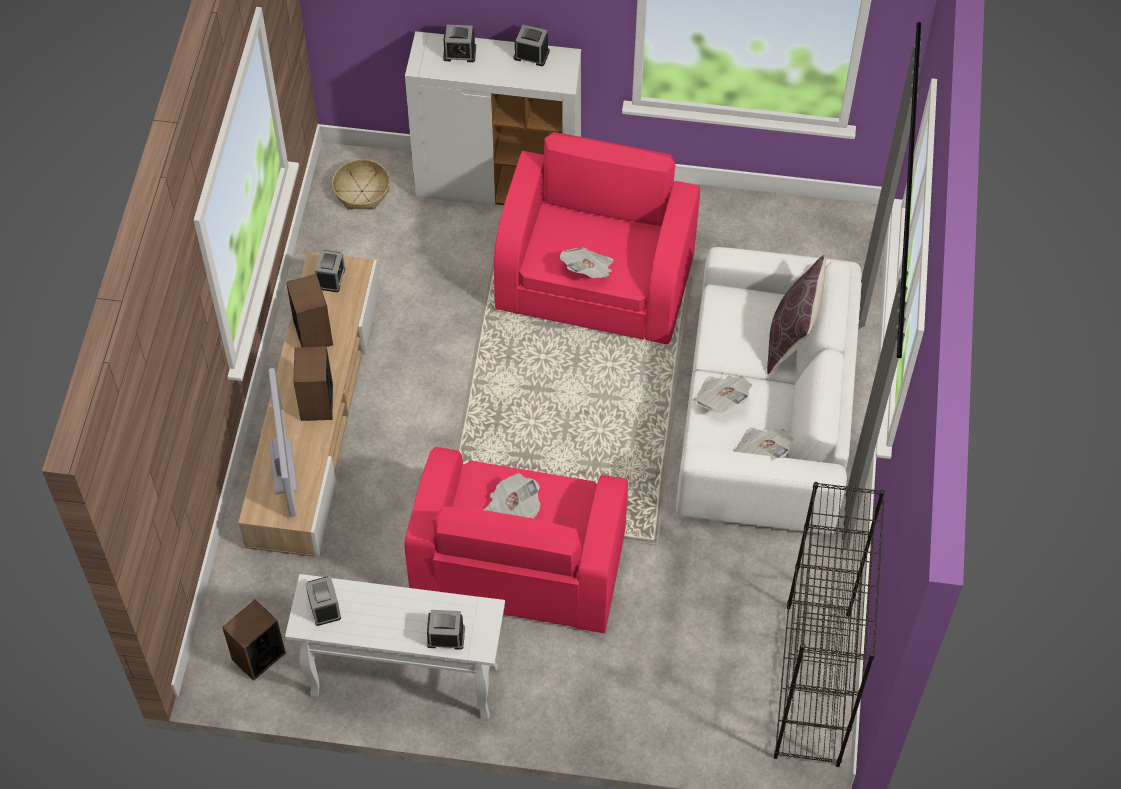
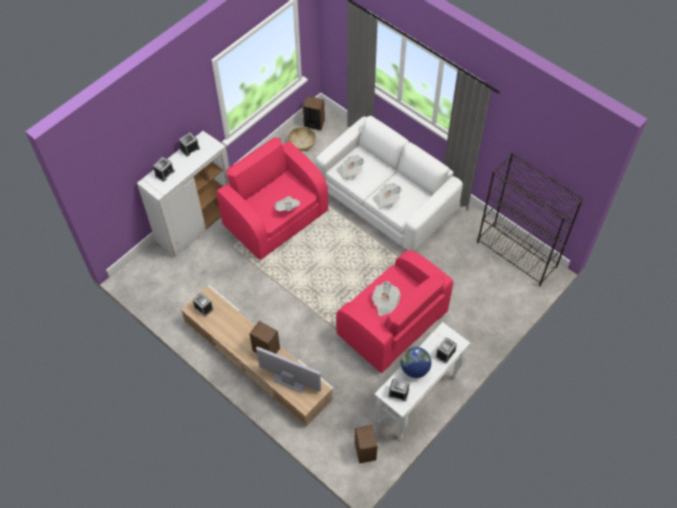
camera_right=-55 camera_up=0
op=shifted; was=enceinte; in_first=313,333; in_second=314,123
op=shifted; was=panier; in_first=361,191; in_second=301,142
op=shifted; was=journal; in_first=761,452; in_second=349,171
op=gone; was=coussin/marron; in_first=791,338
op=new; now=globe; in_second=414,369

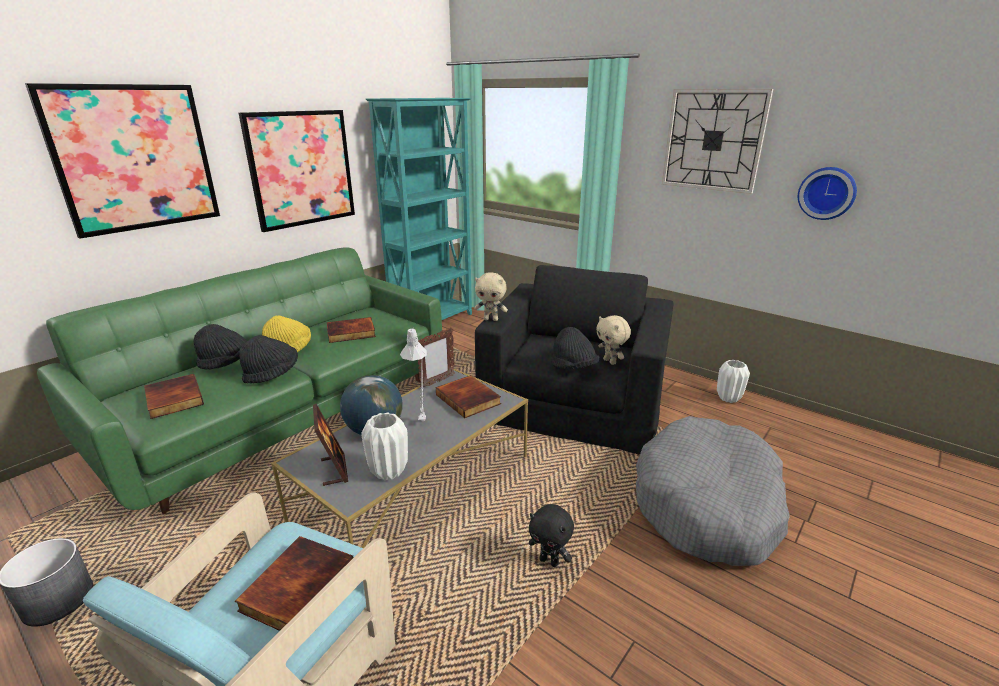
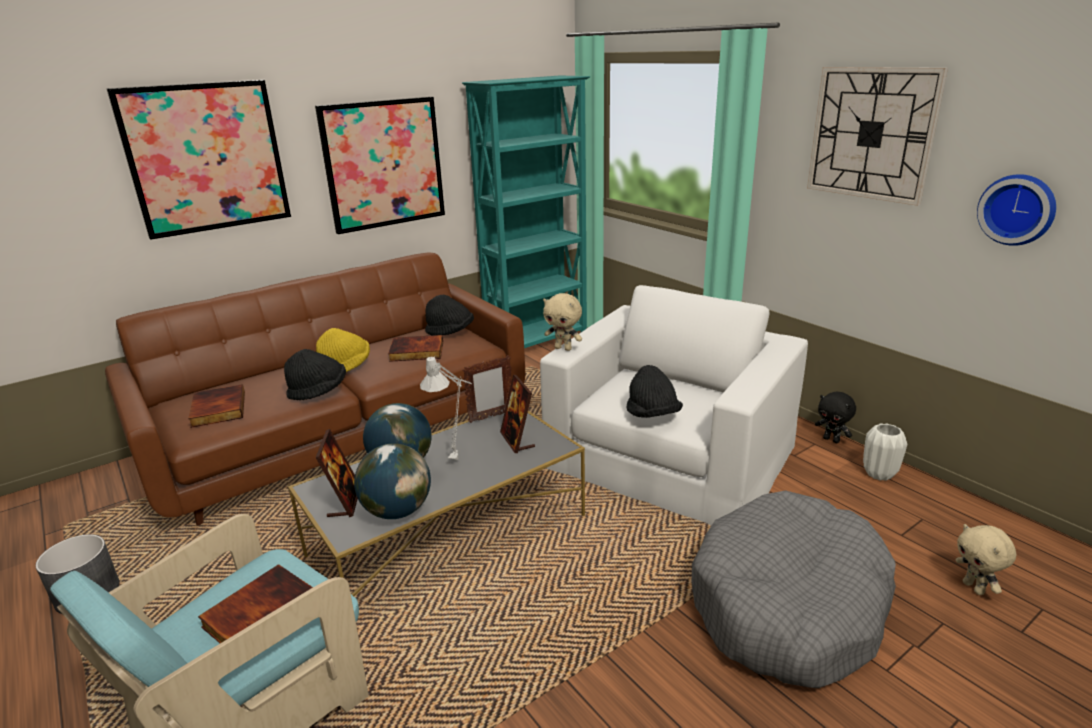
camera_right=15 camera_up=0
op=repainted; was=canapé/vert; now=canapé/marron; in_first=282,411; in_second=341,432
op=shifted; was=chapeau/noir; in_first=226,363; in_second=450,332
op=swapped; was=vase/blanc; now=globe; in_first=388,472; in_second=397,511
op=swapped; was=livre; now=cadre photo; in_first=469,399; in_second=517,440
op=repainted; was=fauteuil/noir; now=fauteuil/blanc; in_first=574,400; in_second=670,455
op=shifted; was=peluche/noir; in_first=549,561; in_second=831,440
op=shifted; was=peluche/beige; in_first=610,361; in_second=974,588

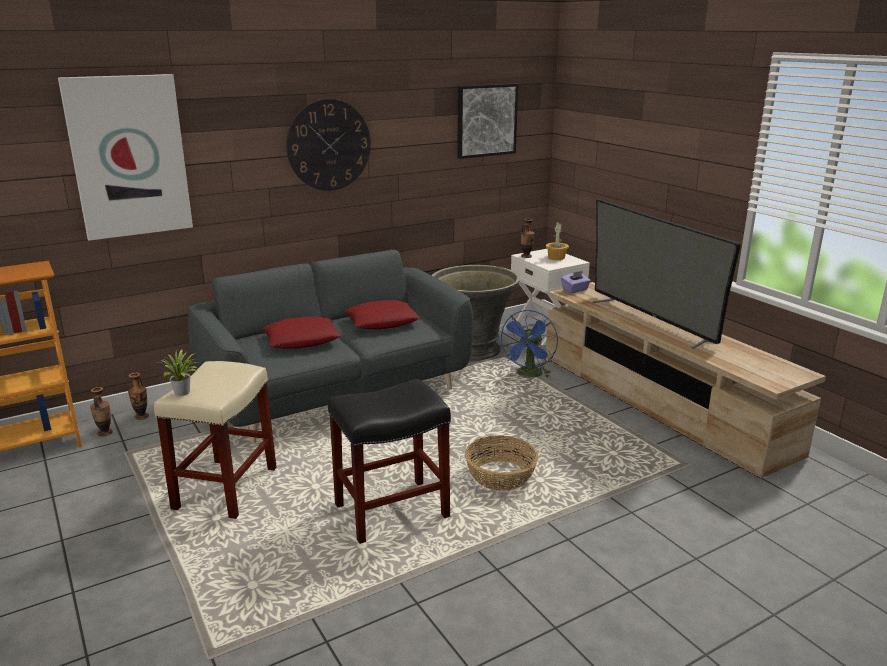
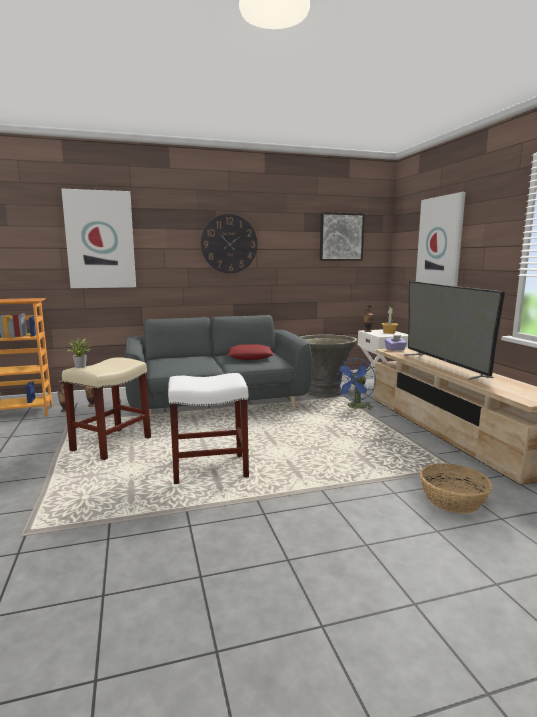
camera_right=15 camera_up=-10
op=gone; was=coussin/rouge; in_first=302,339
op=repainted; was=tabouret/noir; now=tabouret/blanc; in_first=392,510; in_second=210,469
op=shifted; was=panier; in_first=500,476; in_second=453,500
op=new; now=tableau; in_second=440,245

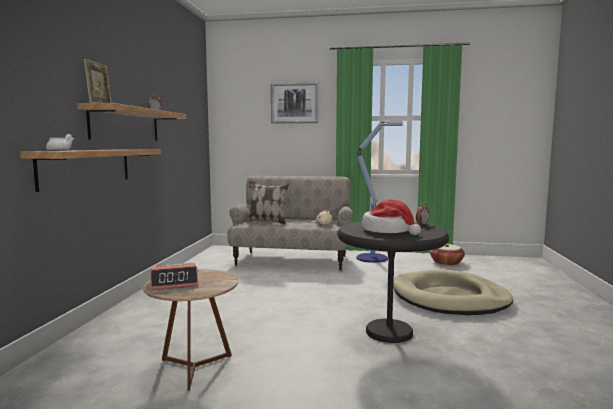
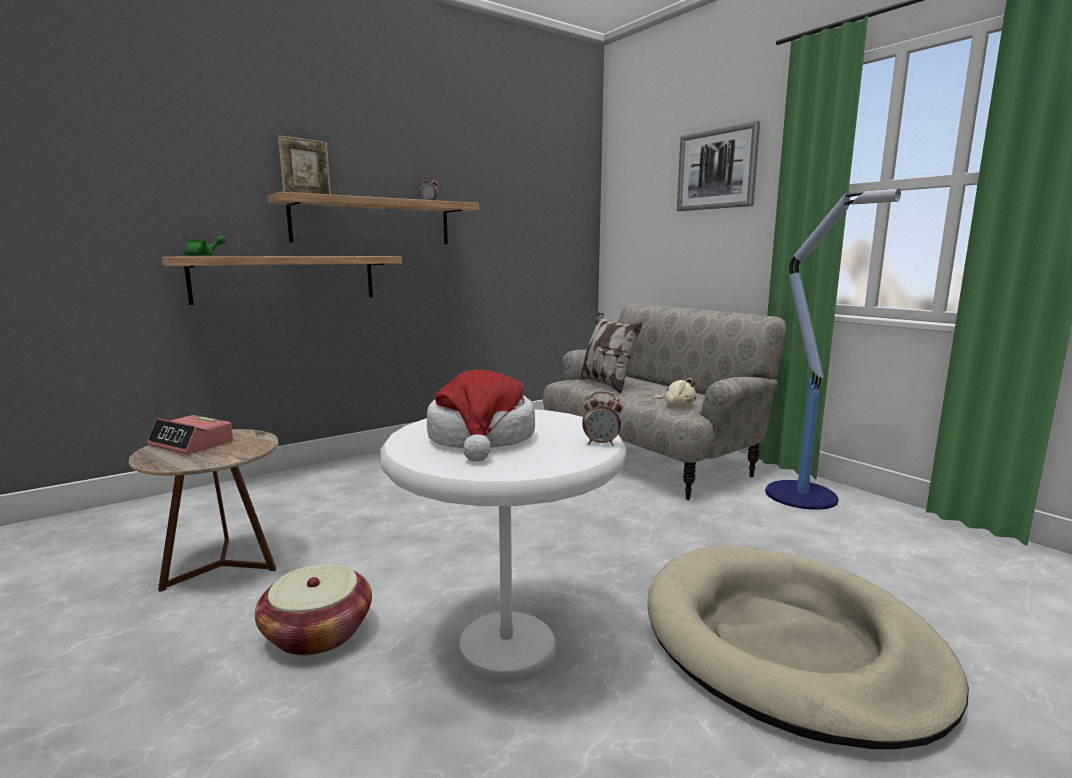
camera_right=45 camera_up=5
op=repainted; was=théière/blanc; now=théière/vert; in_first=61,150; in_second=204,256
op=repainted; was=table d'appoint/noir; now=table d'appoint/blanc; in_first=389,332; in_second=507,649
op=shifted; was=panier; in_first=446,262; in_second=317,633

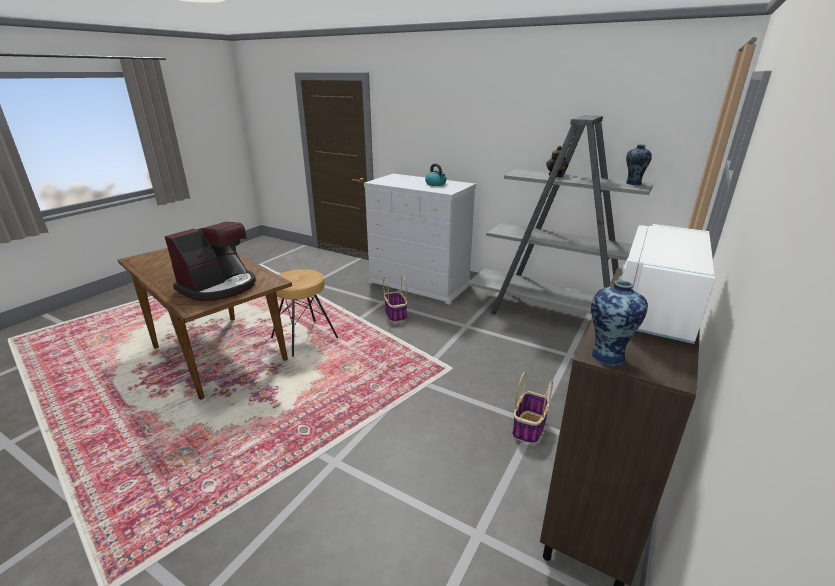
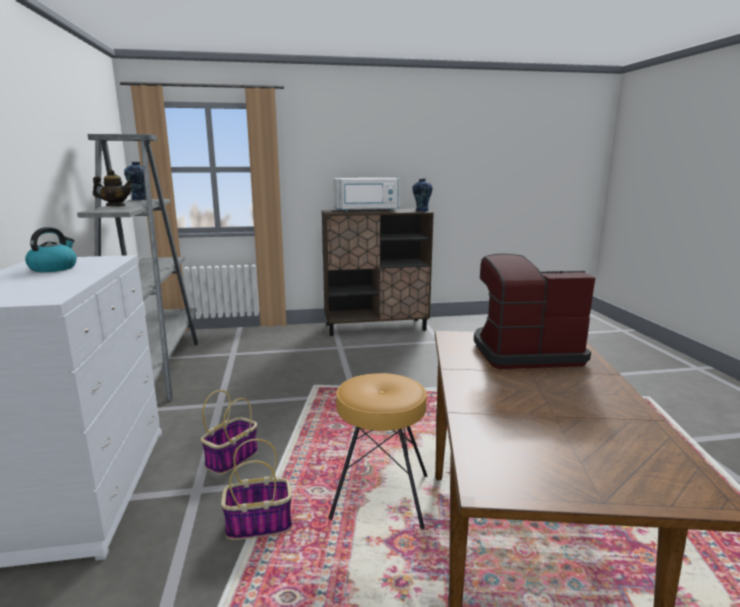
camera_right=-130 camera_up=-10
op=shifted; was=panier; in_first=529,428; in_second=260,524

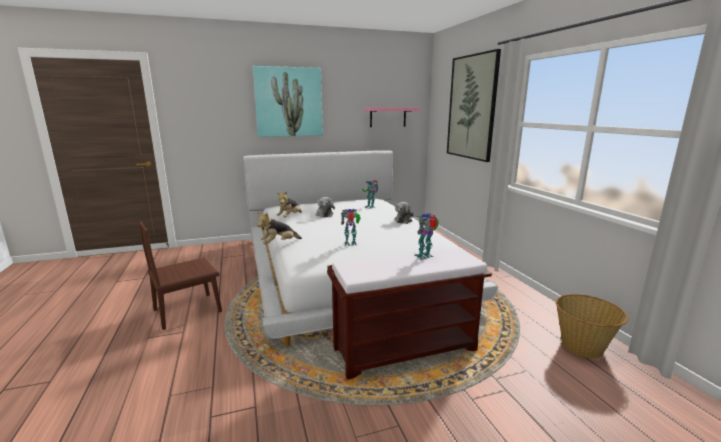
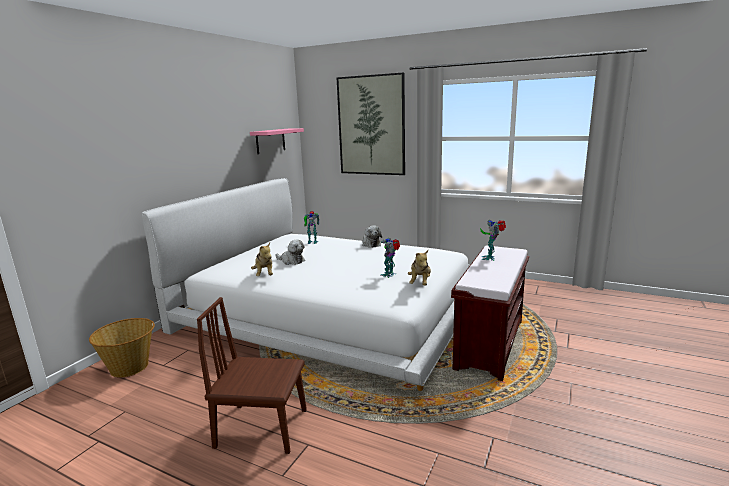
camera_right=-45 camera_up=0
op=rotated; was=chaise/marron; in_first=187,310; in_second=262,428; clockwise=90
op=gone; was=tableau; in_first=288,102
op=shifted; was=peluche; in_first=279,244; in_second=420,283
op=shifted; was=panier; in_first=583,347; in_second=130,367

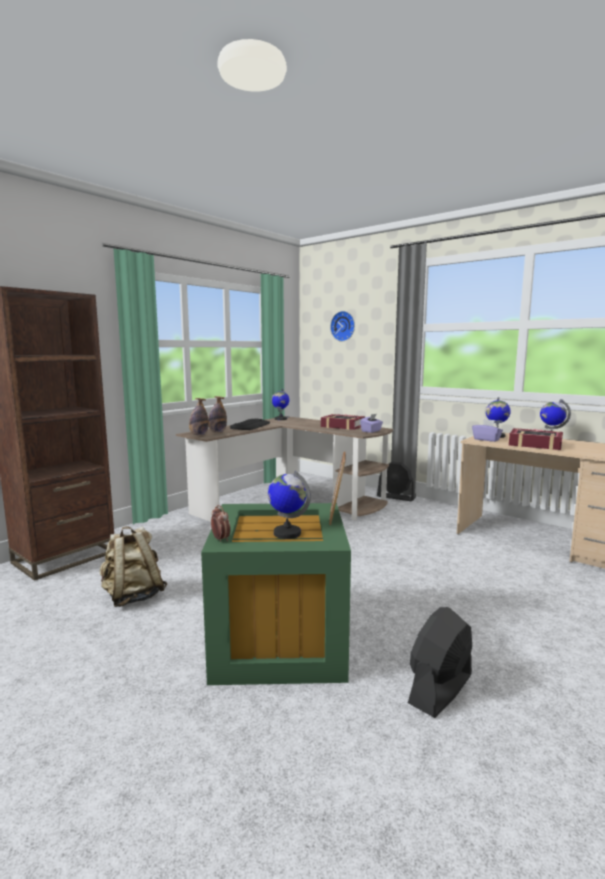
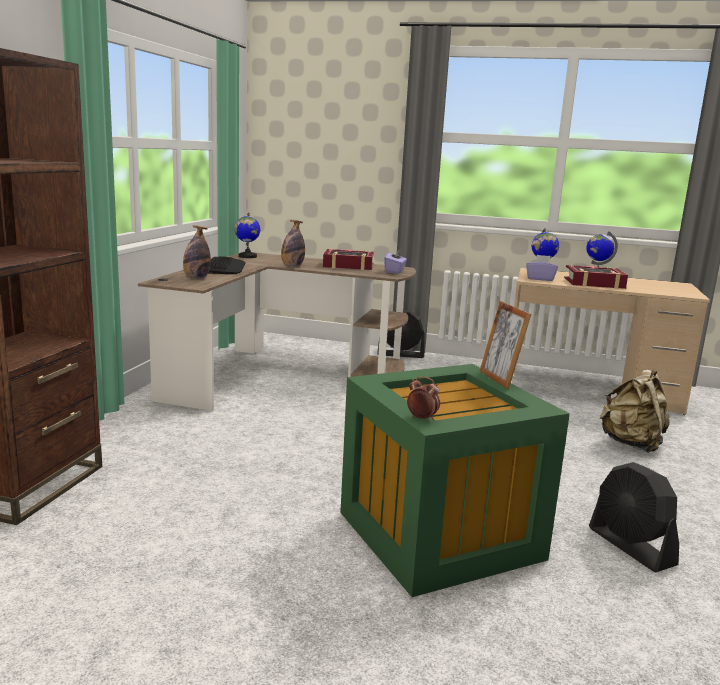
camera_right=-25 camera_up=5
op=shifted; was=sac à dos/beige; in_first=133,596; in_second=631,444
op=shifted; was=bouteille; in_first=199,435; in_second=292,266
op=gone; was=globe; in_first=287,533
op=gone; was=horloge murale; in_first=343,326
op=rotated; was=ventilateur/noir; in_first=440,689; in_second=631,546; clockwise=-45

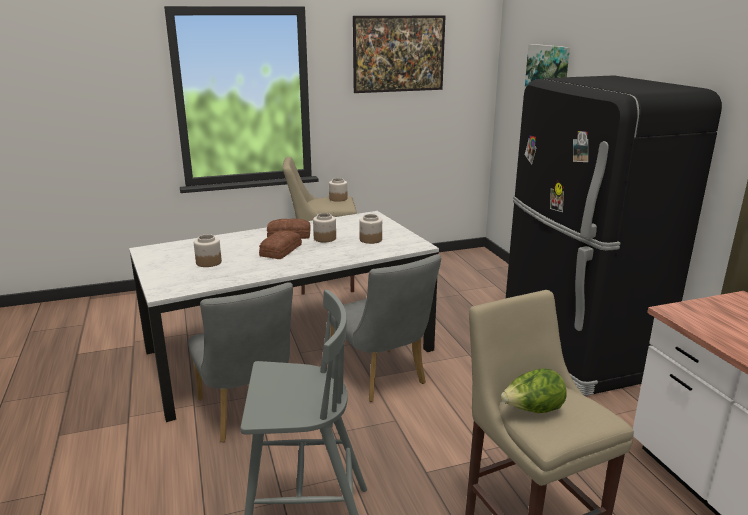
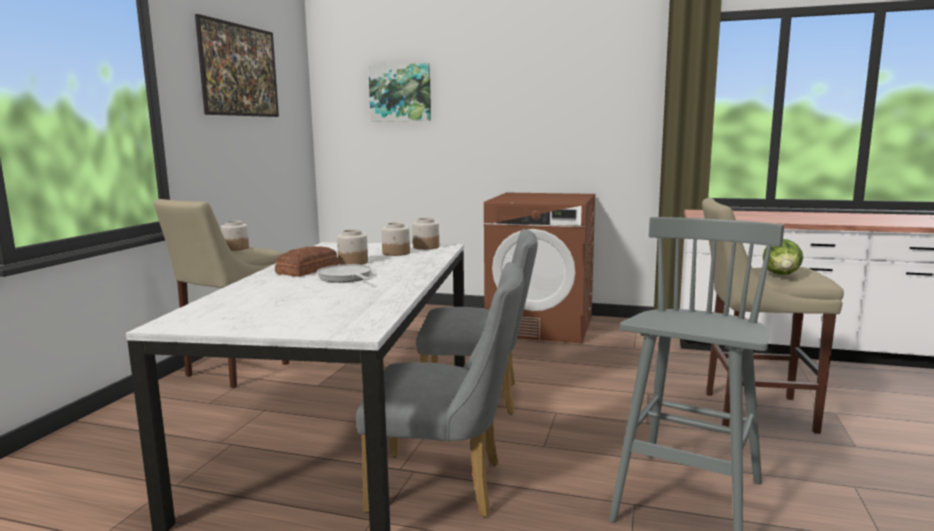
camera_right=-55 camera_up=-10
op=shifted; was=bocal; in_first=208,262; in_second=425,247
op=swapped; was=pain; now=poêle; in_first=279,250; in_second=346,278
op=swapped; was=réfrigérateur/noir; now=lave-linge/marron; in_first=573,351; in_second=541,326

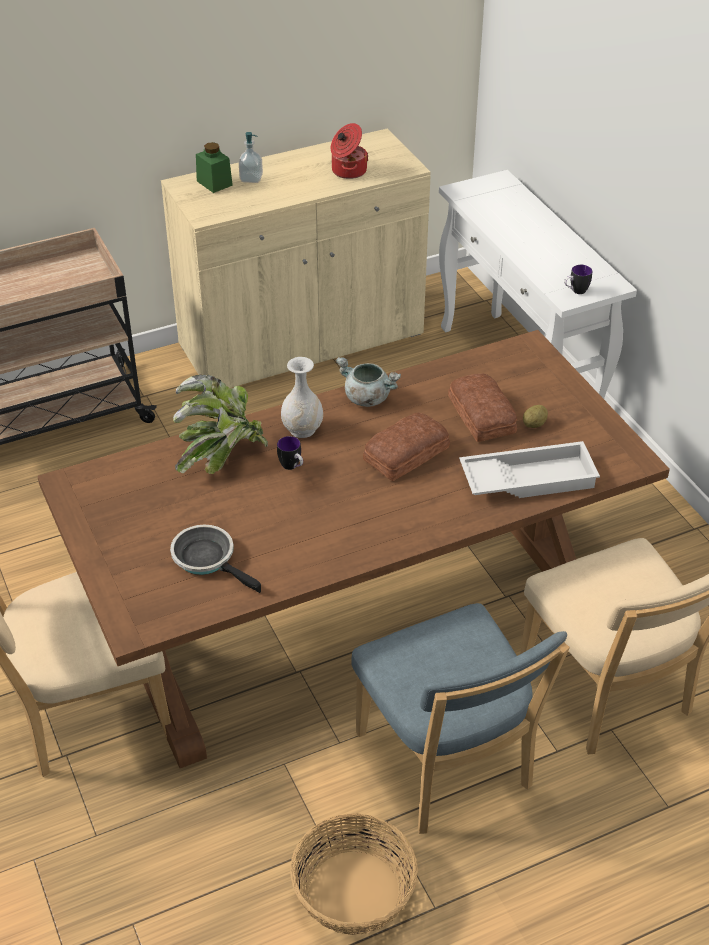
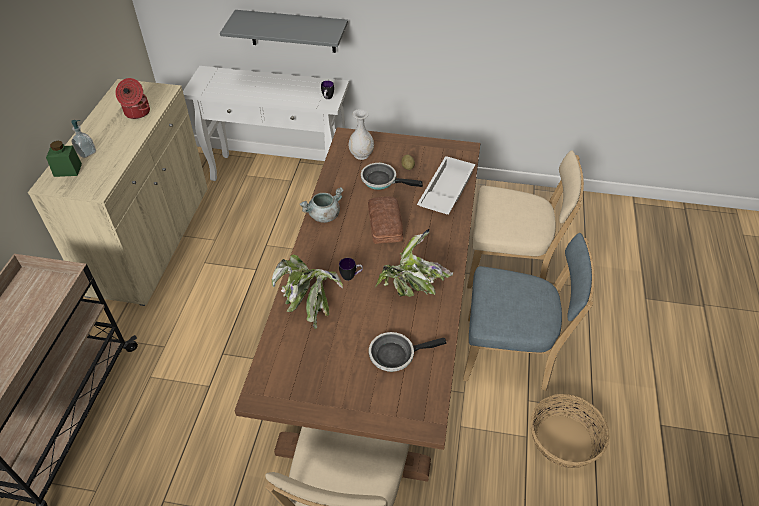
camera_right=-55 camera_up=5
op=shifted; was=vase/blanc; in_first=303,429; in_second=361,154
op=swapped; was=pain; now=poêle; in_first=482,414; in_second=382,180
op=new; now=étagère/gris; in_second=292,31
op=new; now=plante en pot; in_second=410,289

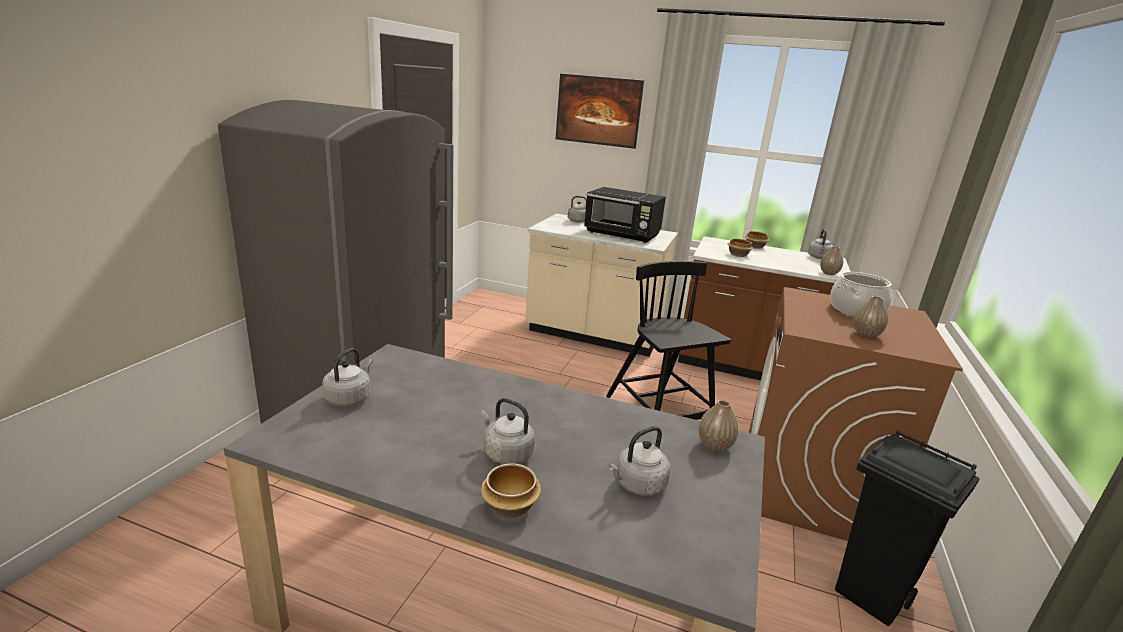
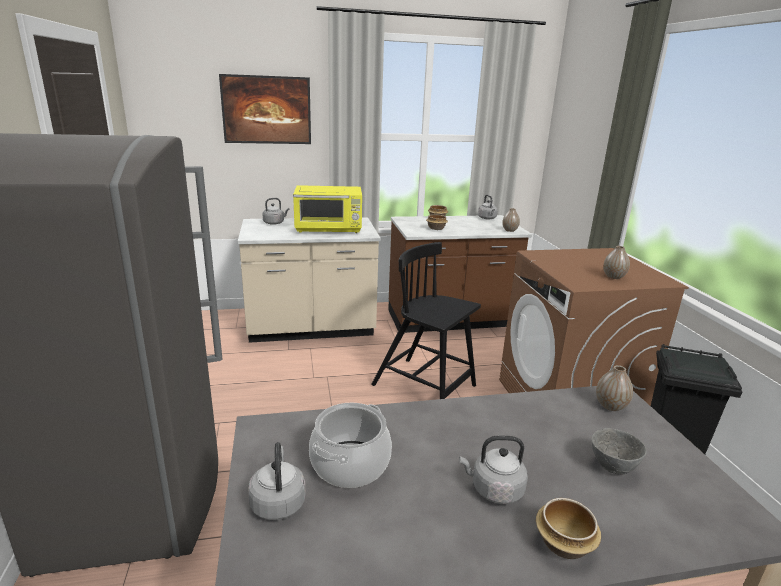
camera_right=-30 camera_up=0
op=repainted; was=micro-ondes/noir; now=micro-ondes/jaune; in_first=622,235; in_second=329,229
op=swapped; was=bouilloire/gris; now=bol/gris; in_first=637,485; in_second=613,468
op=shifted; was=marmite; in_first=856,310; in_second=350,464

